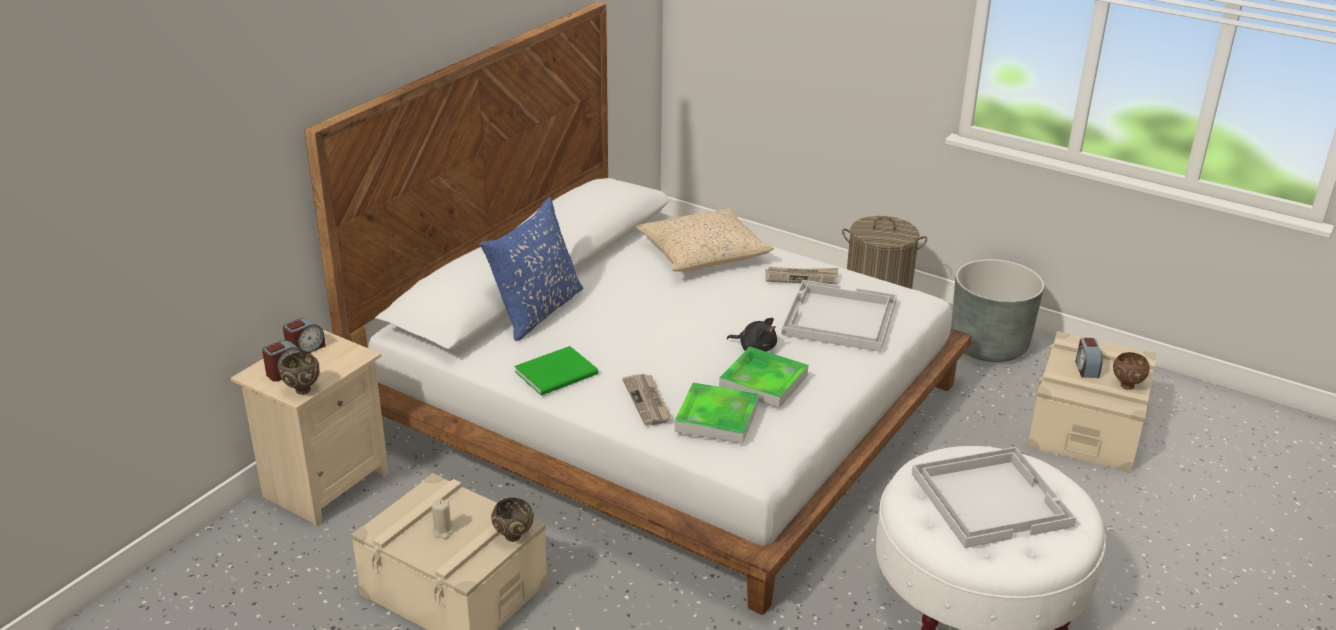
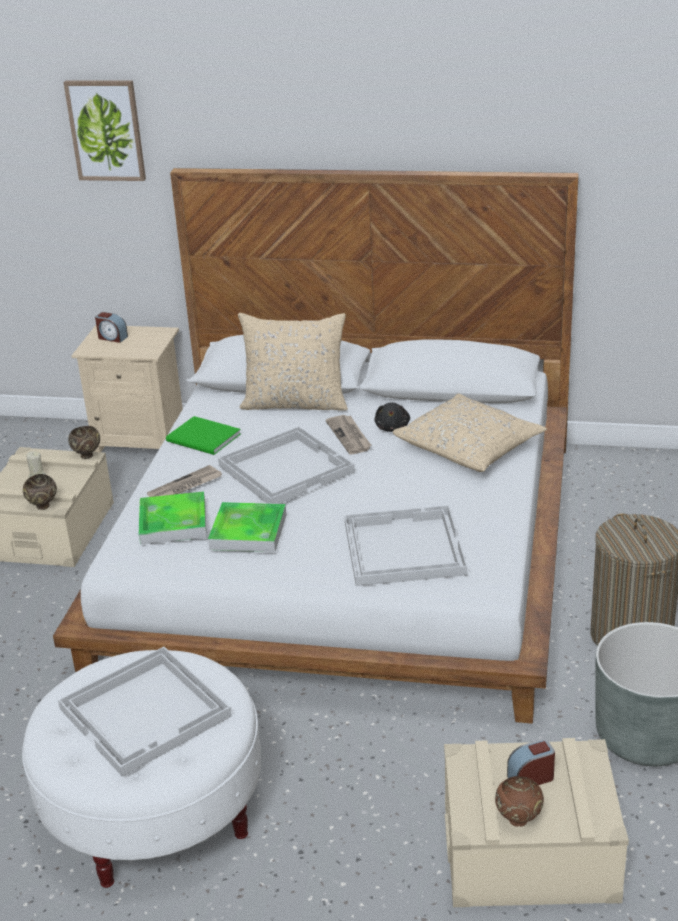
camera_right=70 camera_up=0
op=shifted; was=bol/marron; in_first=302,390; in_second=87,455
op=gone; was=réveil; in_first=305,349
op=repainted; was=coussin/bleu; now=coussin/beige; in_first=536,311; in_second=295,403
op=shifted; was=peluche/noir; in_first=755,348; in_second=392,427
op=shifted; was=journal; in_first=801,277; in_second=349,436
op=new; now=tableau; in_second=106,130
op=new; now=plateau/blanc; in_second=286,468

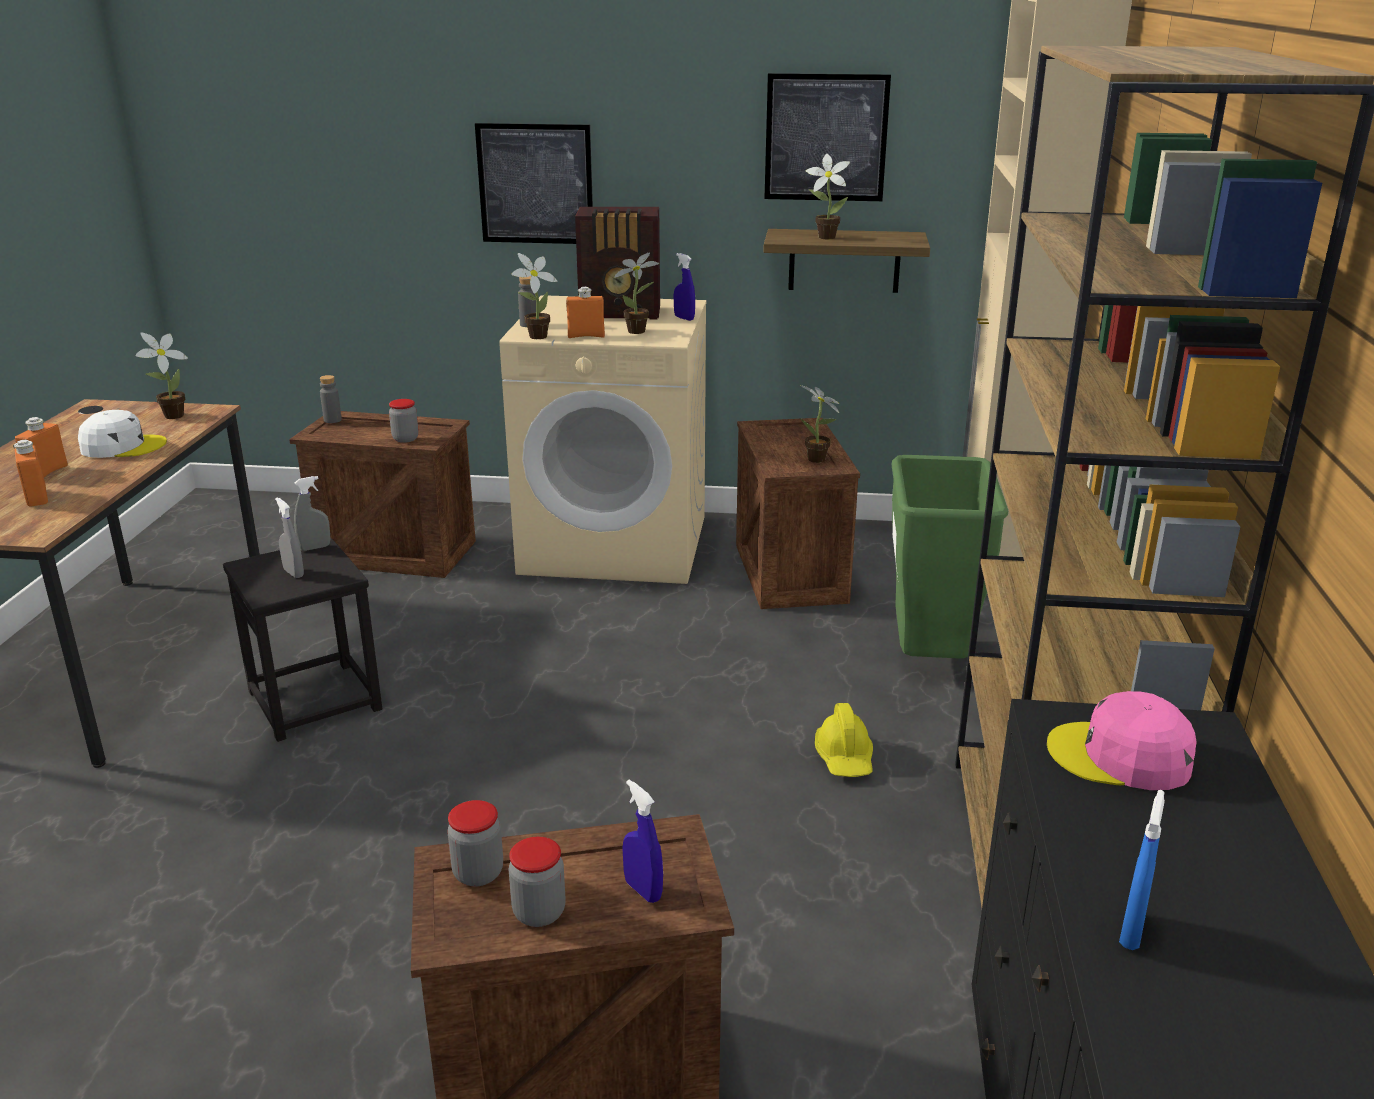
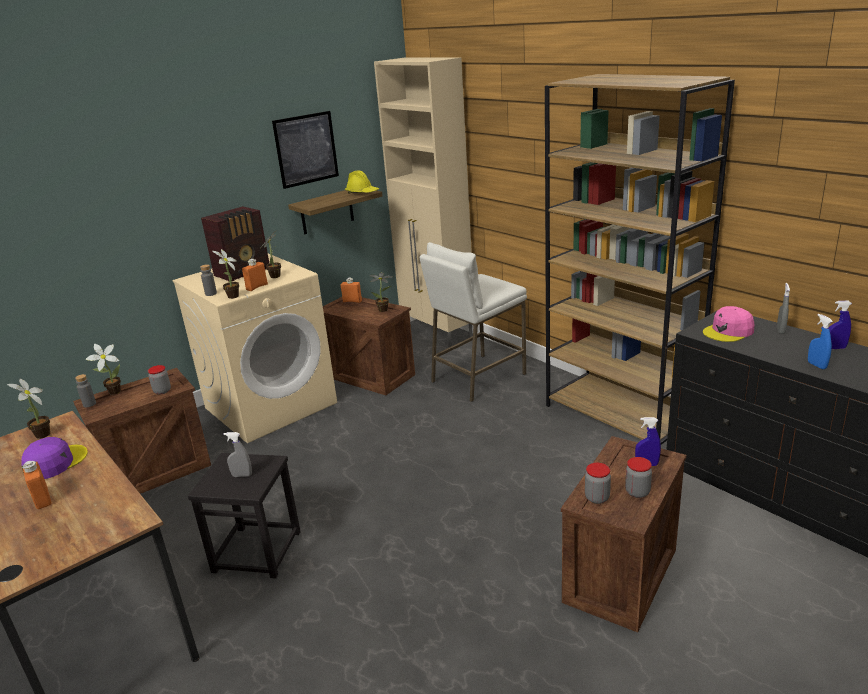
camera_right=-45 camera_up=0
op=shifted; was=bouteille/orange; in_first=37,497; in_second=352,301
op=repainted; was=casquette/blanc; now=casquette/violet; in_first=122,446; in_second=55,463
op=shifted; was=vaporisateur/gris; in_first=315,547; in_second=780,330
op=gone; was=tableau; in_first=535,184
op=shifted; was=vaporisateur/bleu; in_first=684,318; in_second=835,348
op=shifted; was=plante en pot; in_first=824,237; in_second=112,392
op=shifted; was=casque de chantier/jaune; in_first=844,758; in_second=362,193
op=swapped; was=poubelle/vert; now=tabouret/blanc; in_first=929,659; in_second=477,378

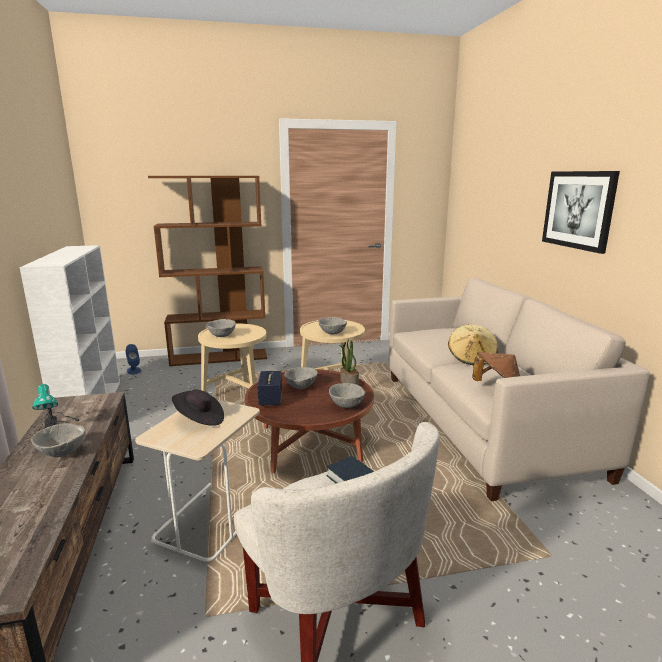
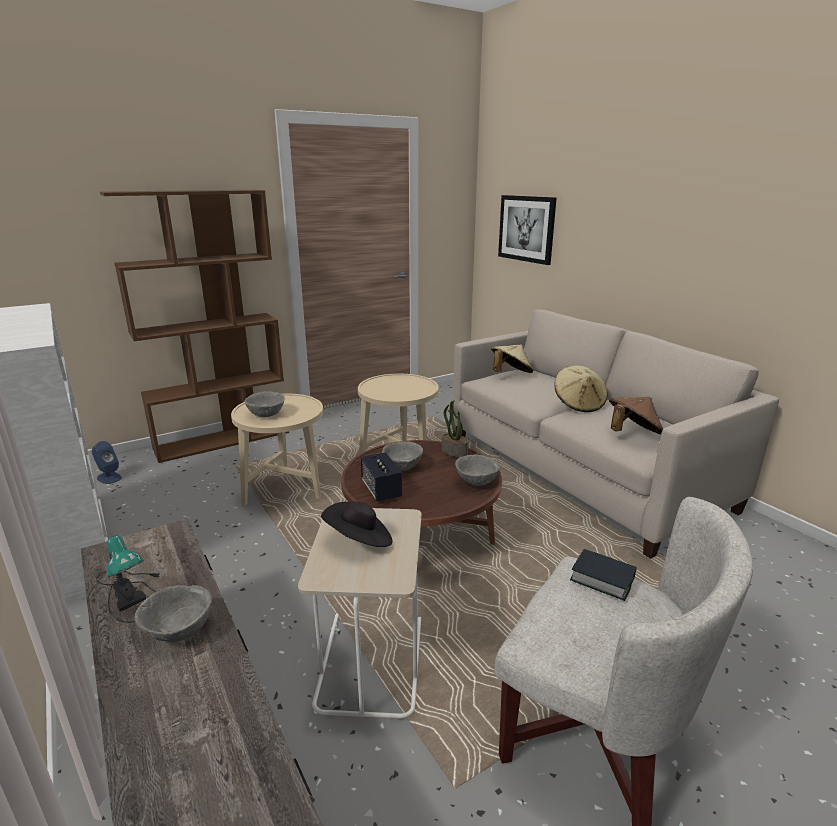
camera_right=-20 camera_up=5
op=gone; was=bol/gris; in_first=332,333
op=shifted; was=tableau; in_first=578,209; in_second=526,228
op=new; now=chapeau/beige; in_second=510,374

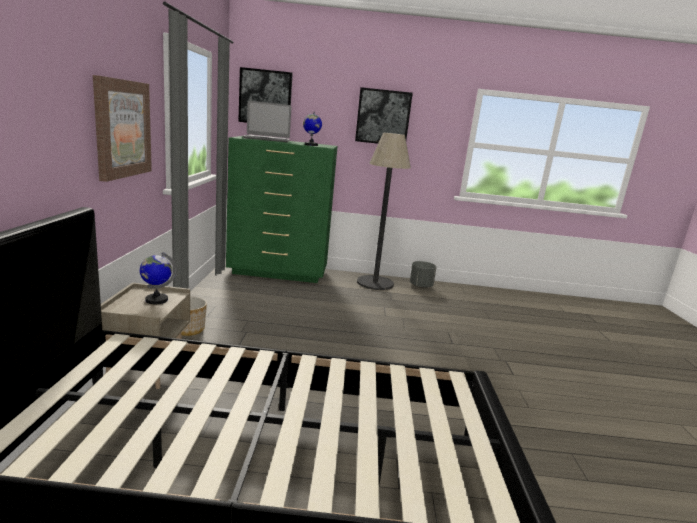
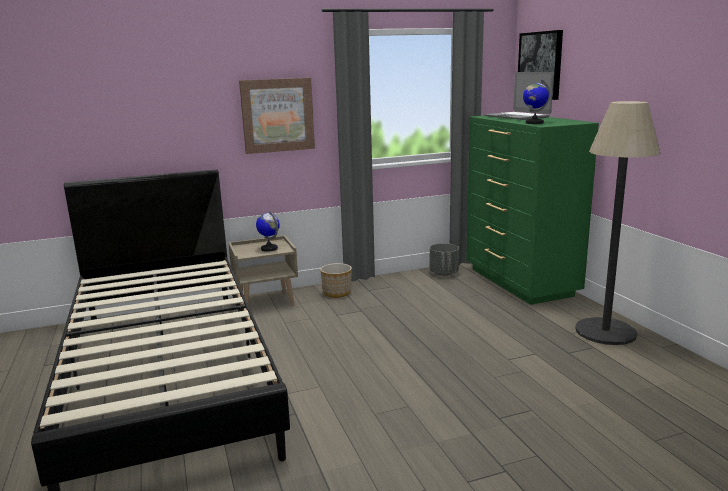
camera_right=70 camera_up=0
op=gone; was=tableau; in_first=383,117
op=shifted; was=cache-pot/gris; in_first=420,286; in_second=444,273

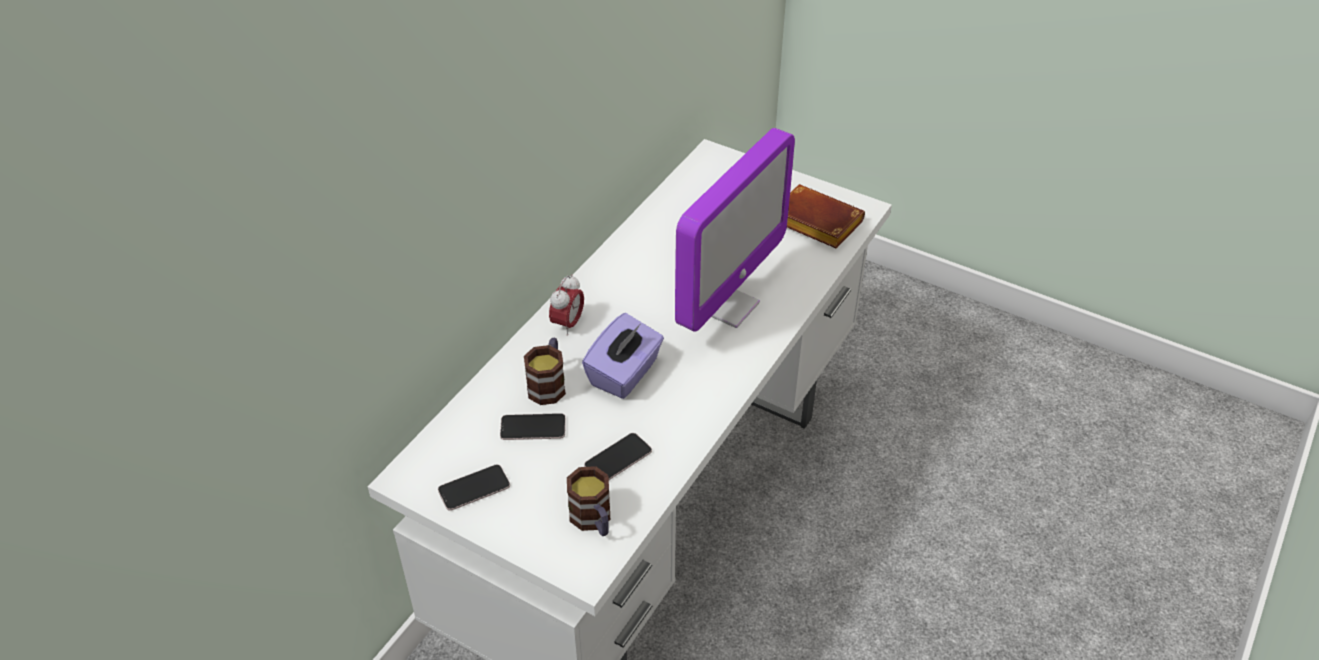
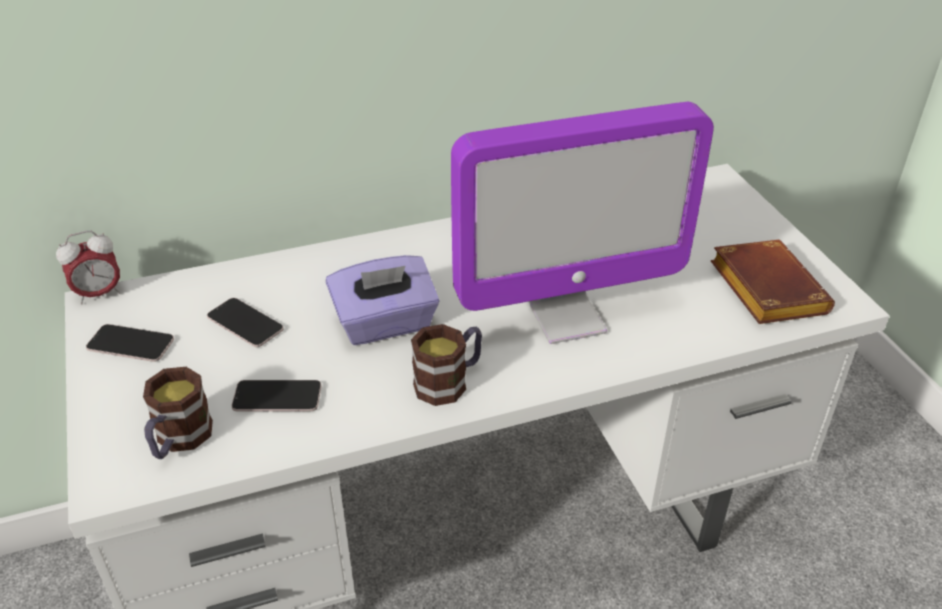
camera_right=40 camera_up=-5
op=shifted; was=mug; in_first=548,384; in_second=449,381
op=shifted; was=réveil; in_first=568,324; in_second=99,294

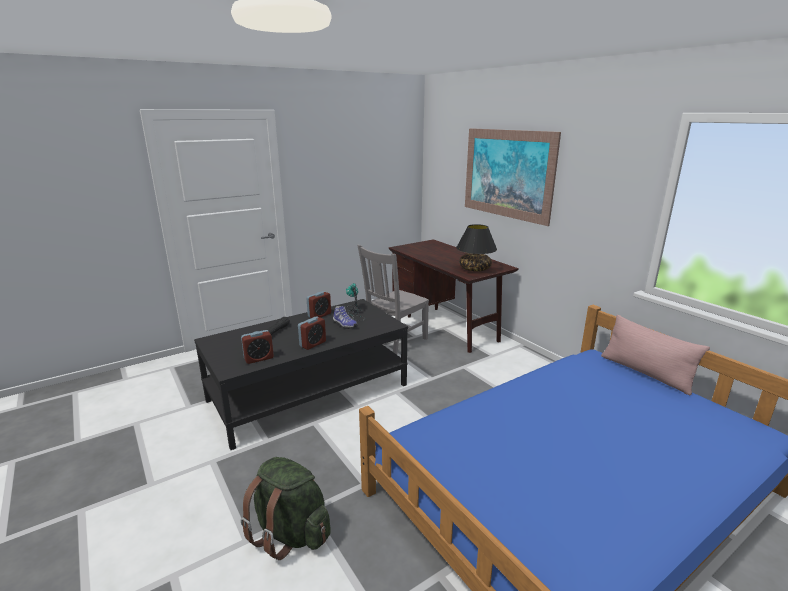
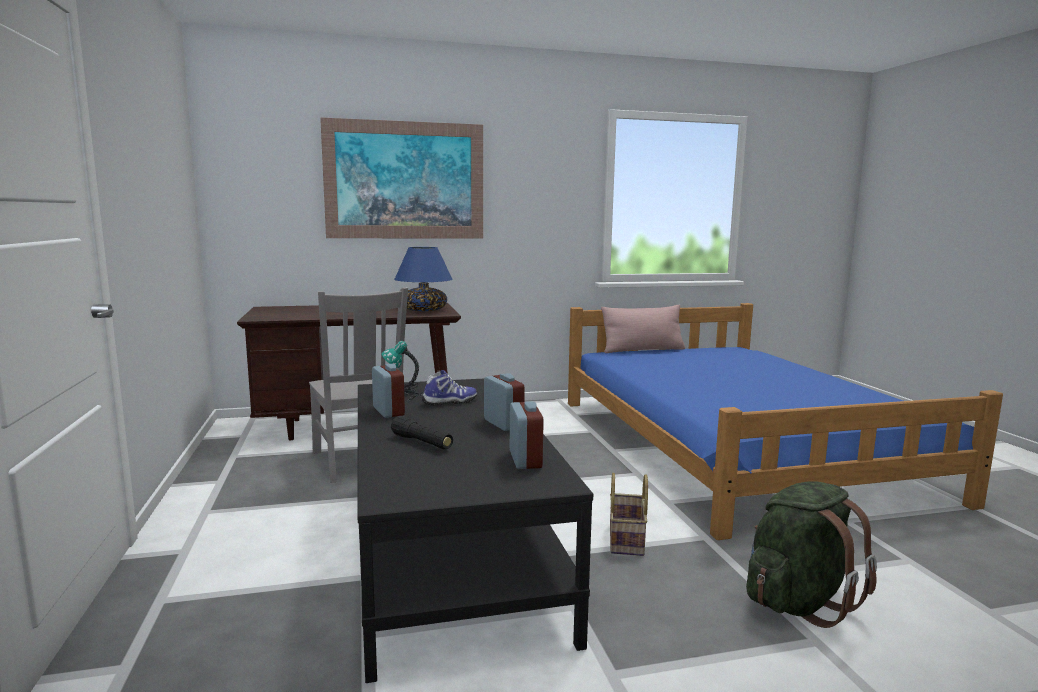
camera_right=-70 camera_up=-10
op=repainted; was=lampe de table/noir; now=lampe de table/bleu; in_first=474,269; in_second=423,310
op=new; now=panier; in_second=627,540

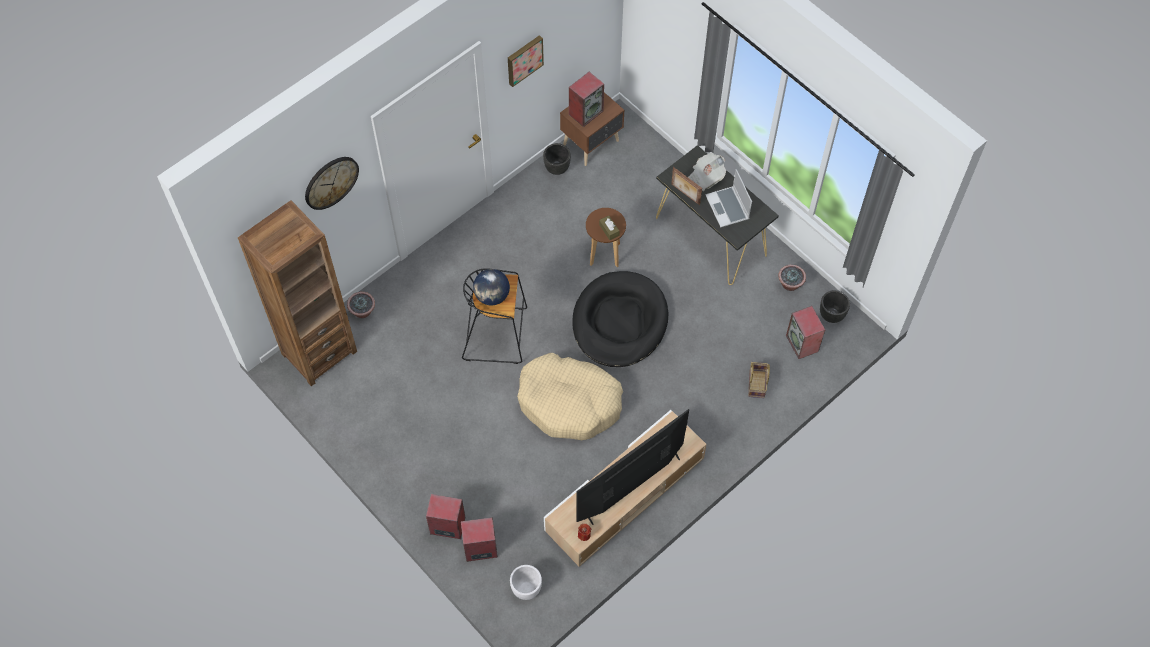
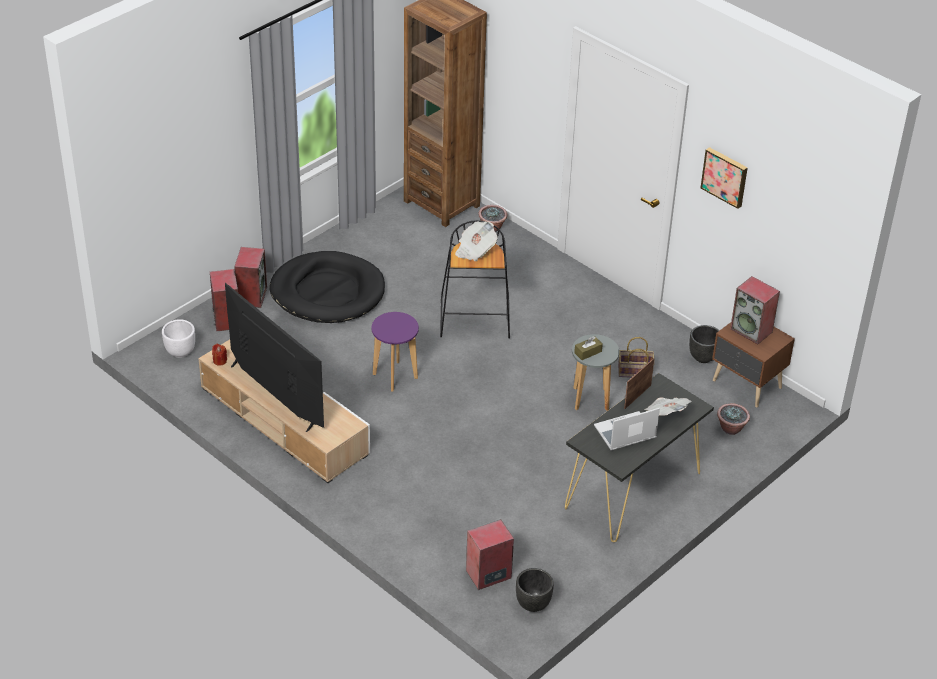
camera_right=85 camera_up=-20
op=gone; was=horloge murale; in_first=331,182
op=swapped; was=globe; now=journal; in_first=492,296; in_second=475,250
op=swapped; was=panier pour chien/beige; now=tabouret/violet; in_first=569,402; in_second=395,376
op=shifted; was=panier pour chien/noir; in_first=619,322; in_second=327,292
op=repainted; was=tabouret/marron; now=tabouret/gris; in_first=605,254; in_second=591,399
op=shifted; was=panier; in_first=757,385; in_second=634,372
op=shifted; was=plante en pot; in_first=790,284; in_second=731,428

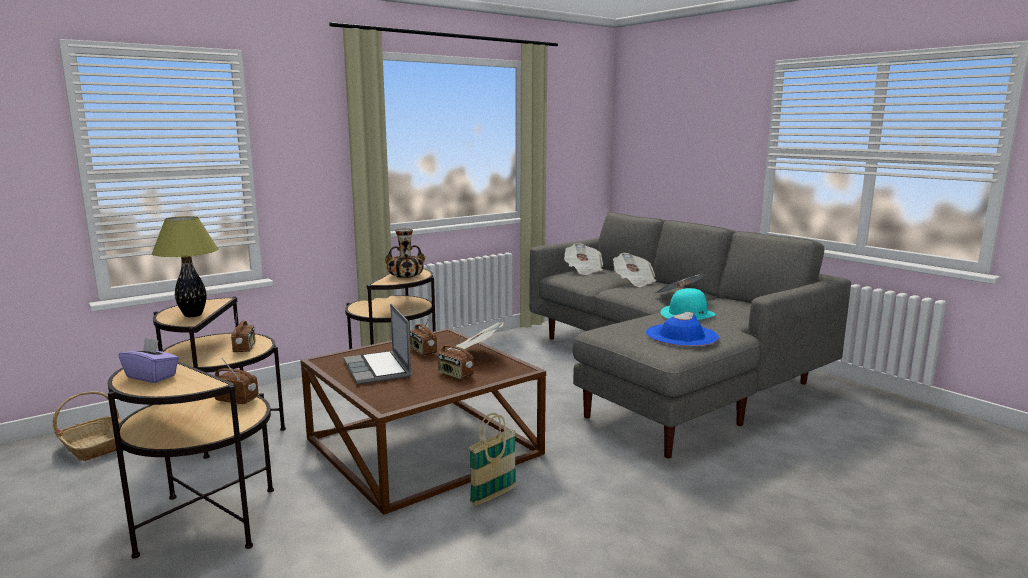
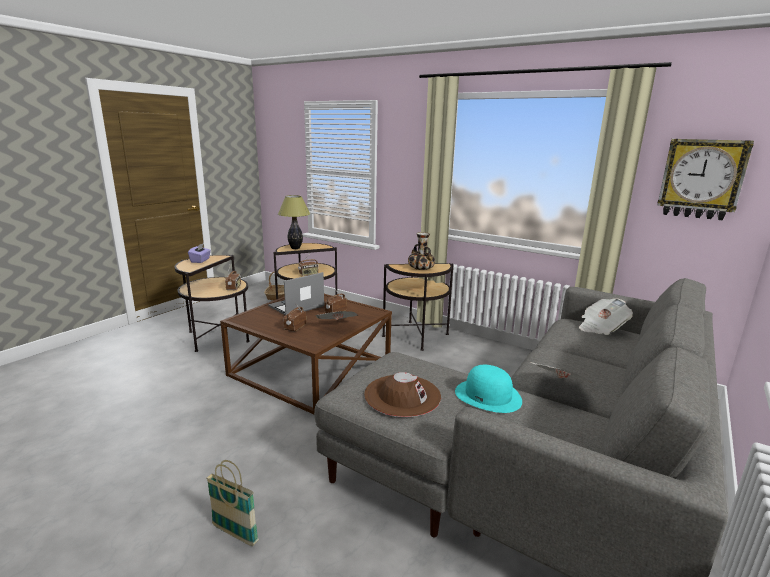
camera_right=70 camera_up=5
op=shifted; was=panier; in_first=493,496; in_second=235,534
op=gone; was=journal; in_first=634,281
op=repainted; was=chapeau/bleu; now=chapeau/marron; in_first=681,335; in_second=402,395
op=new; now=horloge murale; in_second=701,179

